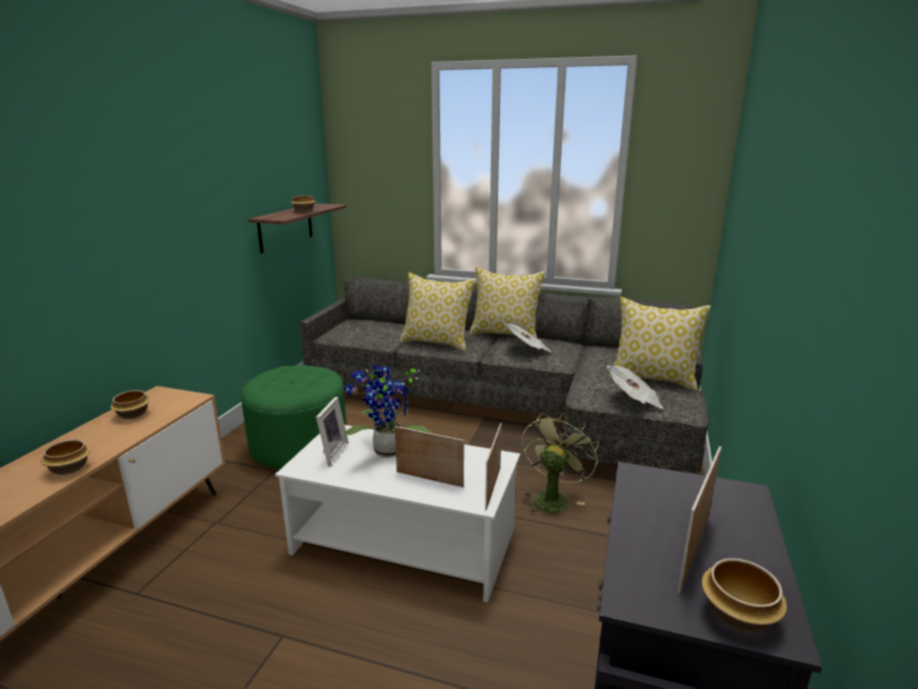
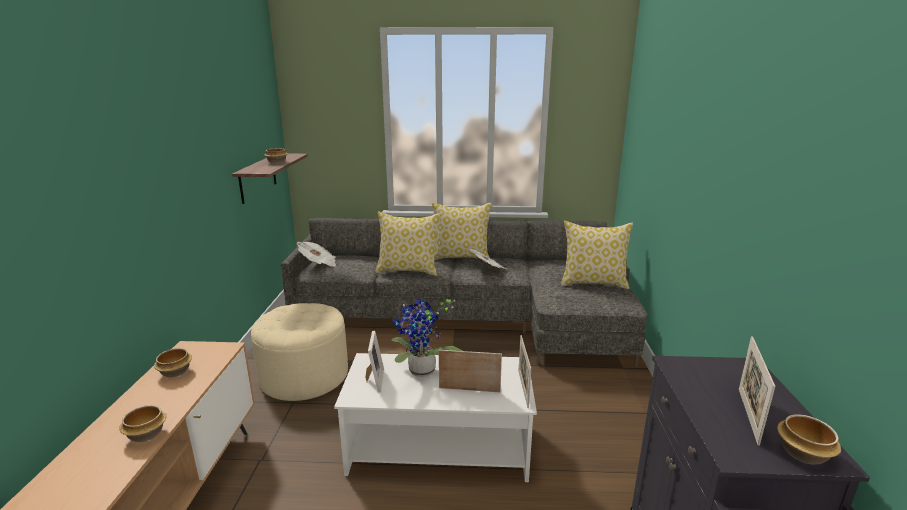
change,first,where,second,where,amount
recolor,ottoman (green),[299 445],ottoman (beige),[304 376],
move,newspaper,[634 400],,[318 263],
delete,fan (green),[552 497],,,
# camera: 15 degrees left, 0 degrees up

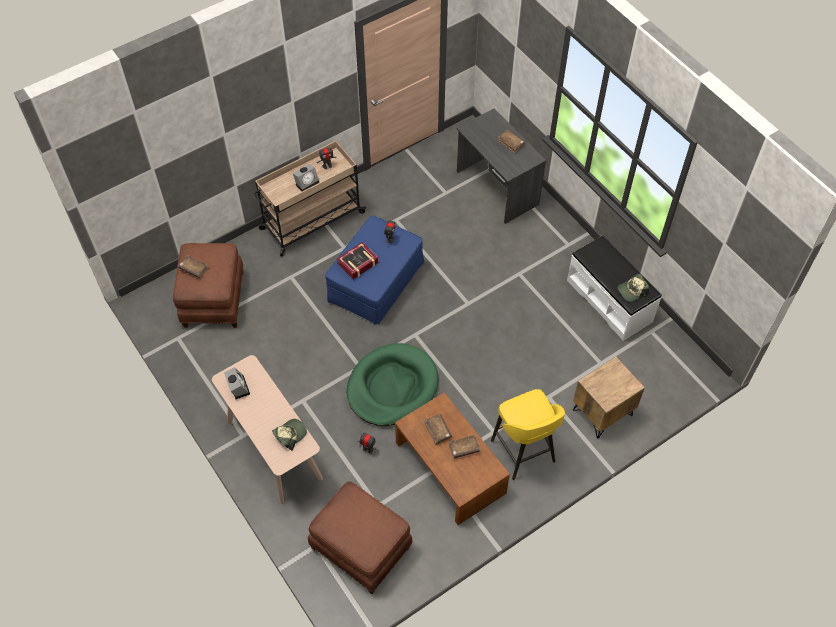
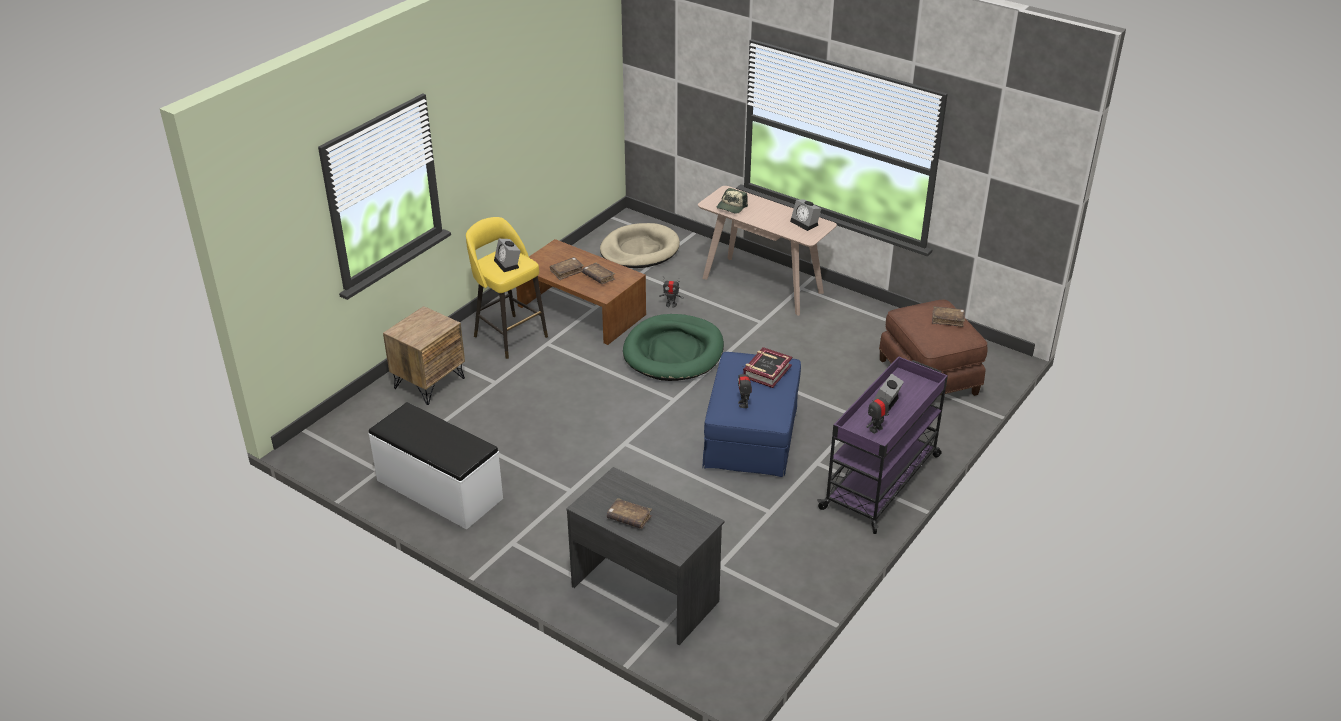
change,first,where,second,where,amount
insert,,,alarm clock,[508 264],
replace,ottoman (brown),[361 546],dog bed (beige),[639 250],
recolor,cart (beige),[311 221],cart (purple),[882 481],
delete,cap,[632 291],,,
# camera: 160 degrees right, 20 degrees down

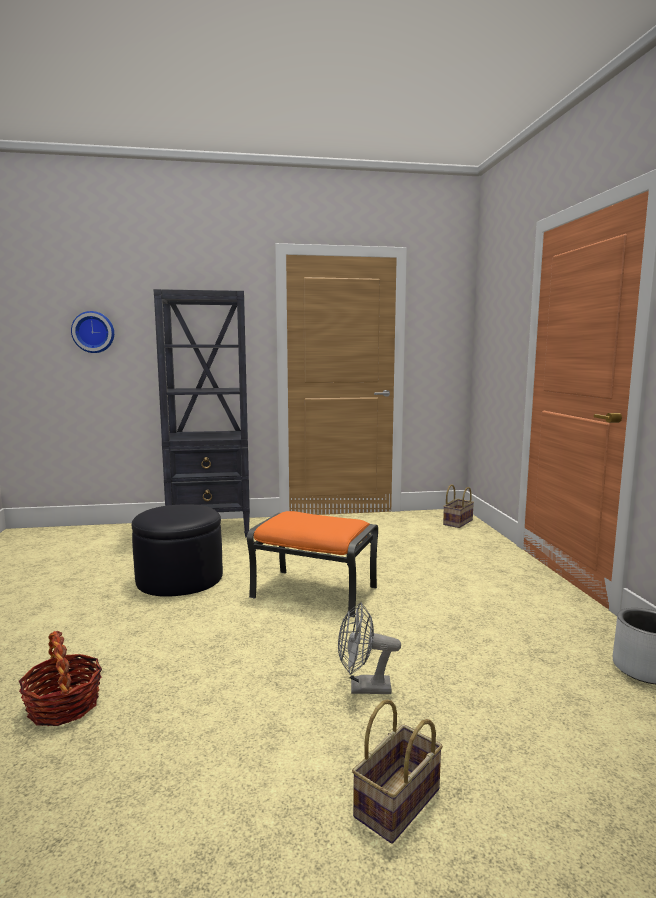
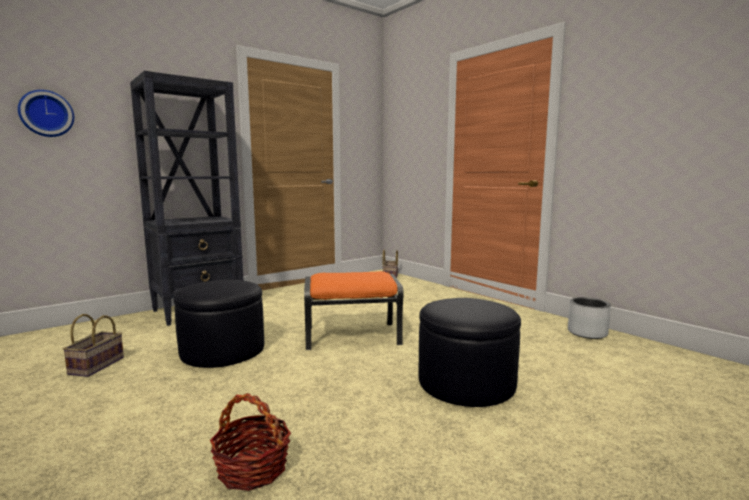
change,first,where,second,where,amount
move,basket,[397 805],,[96 366],
replace,fan (grey),[363 688],ottoman (black),[466 382],
# camera: 30 degrees left, 0 degrees up

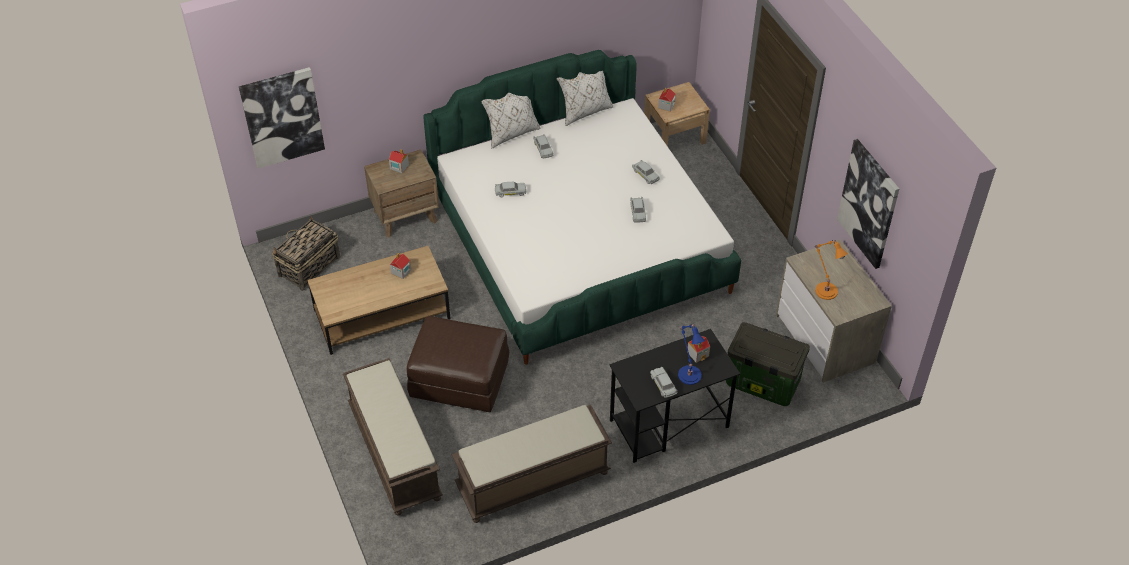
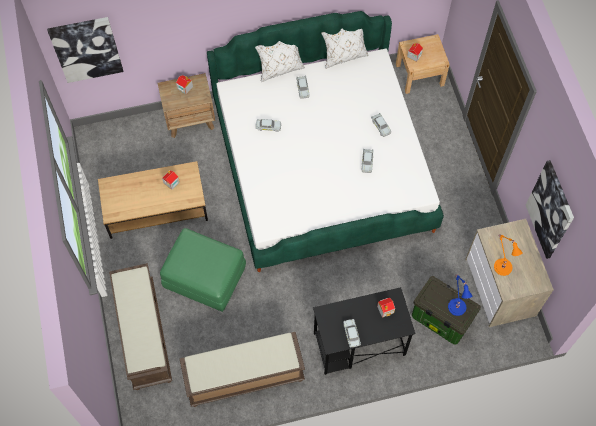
change,first,where,second,where,amount
recolor,ottoman (brown),[459 380],ottoman (green),[204 277],
move,table lamp (blue),[689 373],,[456 305],
delete,basket,[309 267],,,
# camera: 10 degrees right, 15 degrees up

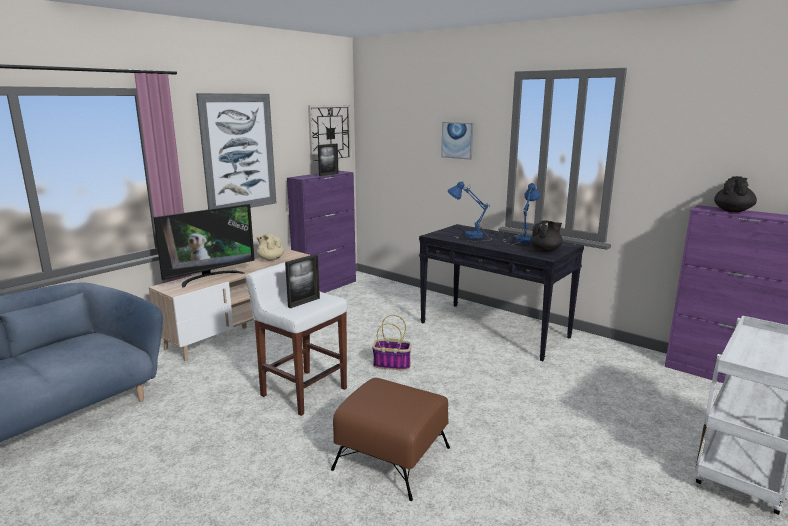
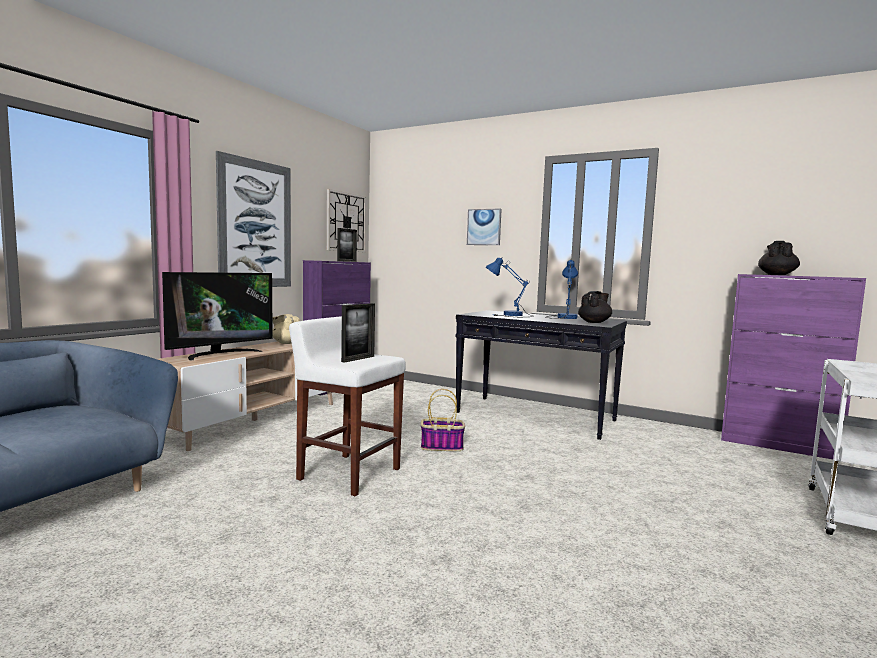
change,first,where,second,where,amount
delete,ottoman (brown),[391 457],,,
# camera: 10 degrees left, 10 degrees down

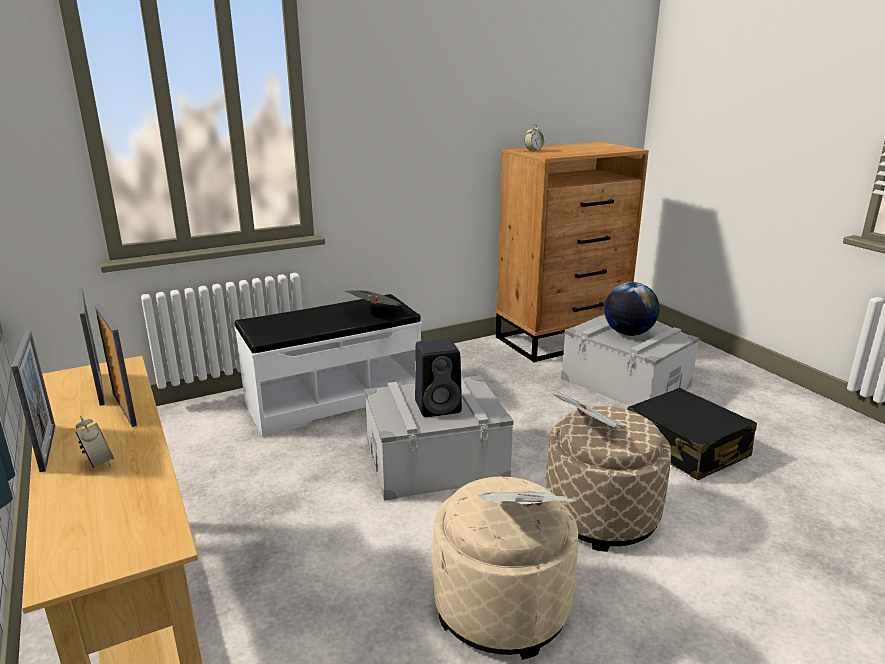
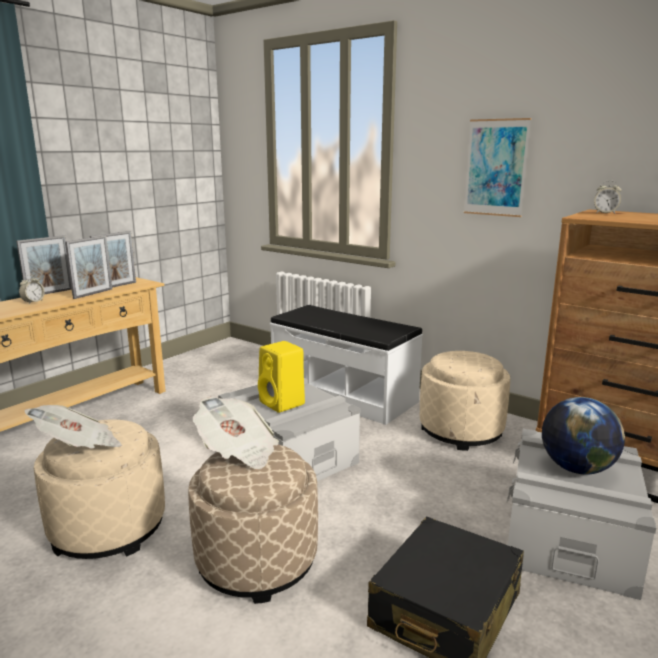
change,first,where,second,where,amount
recolor,speaker (black),[439 406],speaker (yellow),[283 403],
insert,,,ottoman (beige),[461 430],
insert,,,picture,[496 168],
delete,newspaper,[376 313],,,
# camera: 65 degrees right, 5 degrees down

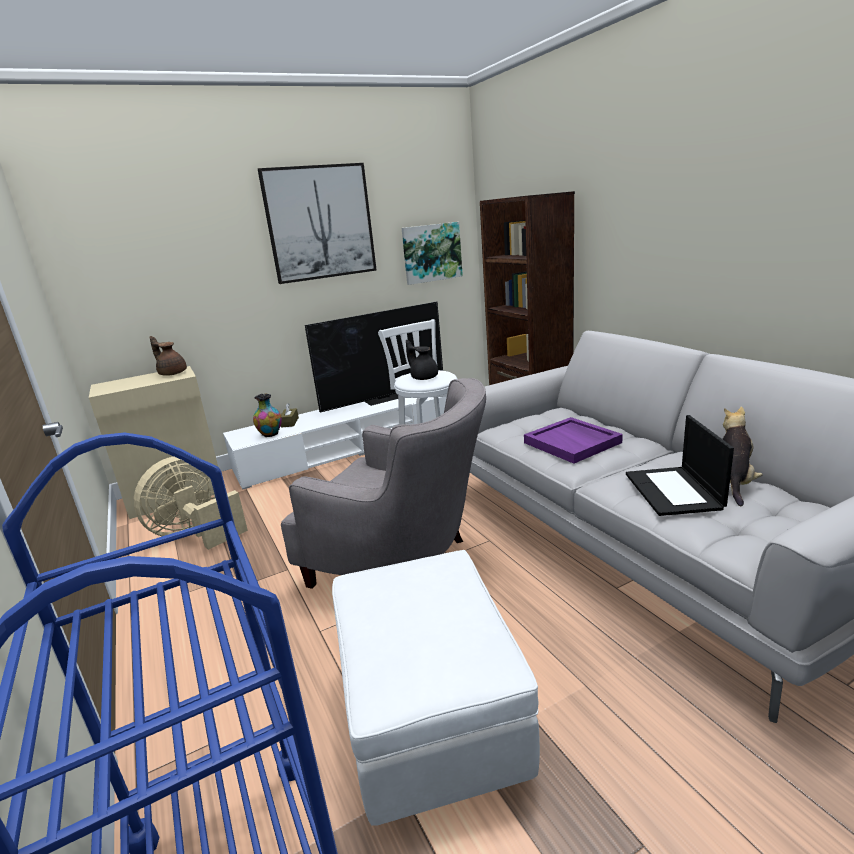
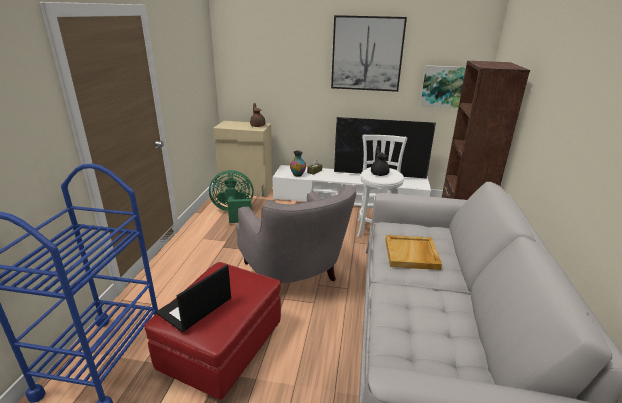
change,first,where,second,where,amount
recolor,ottoman (white),[431 714],ottoman (red),[222 348],
move,laptop,[674 491],,[194 307],
recolor,fan (beige),[197 534],fan (green),[234 213],
recolor,tray (purple),[573 443],tray (beige),[412 254],
delete,plush toy,[733 482],,,
# camera: 35 degrees right, 5 degrees up

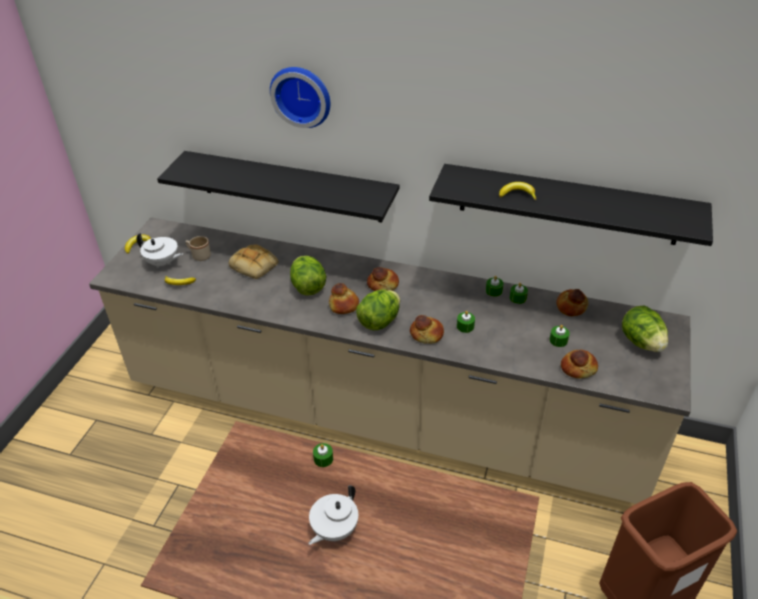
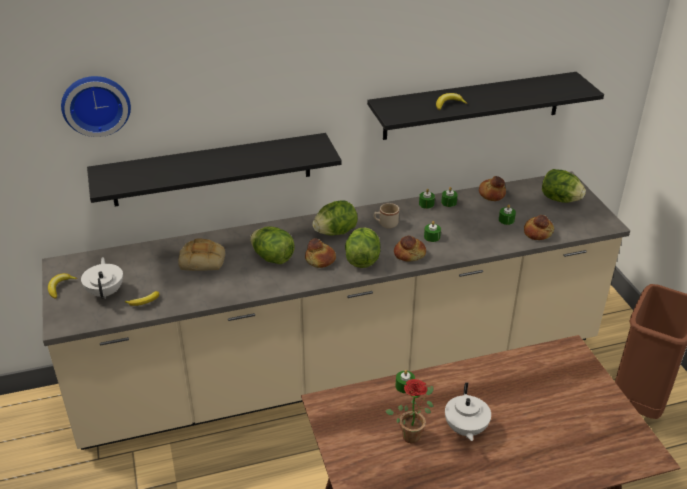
change,first,where,second,where,amount
move,wall clock,[302 95],,[95 104],
rotate,teapot (white),[163 263],,[106 292],90 degrees counterclockwise
replace,bread,[383 285],lettuce,[335 232],
move,mug (beige),[199 255],,[385 224],
insert,,,potted plant,[412 433],
# camera: 35 degrees left, 5 degrees down

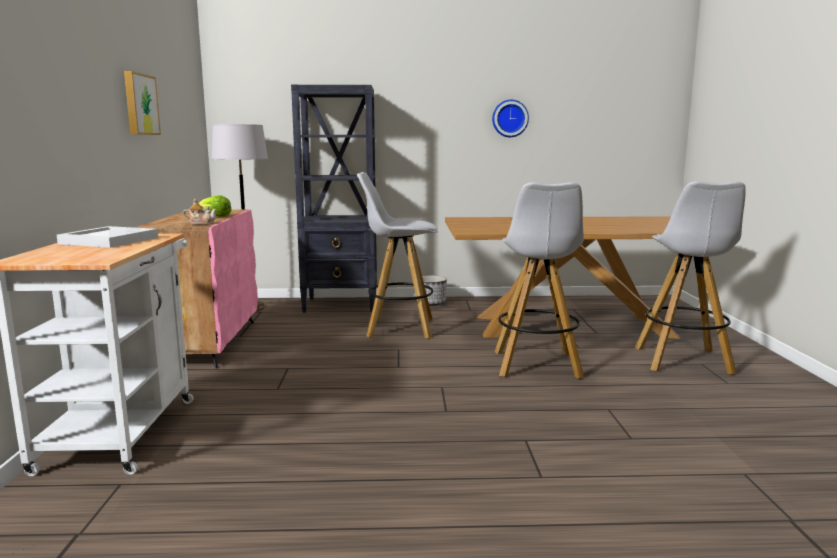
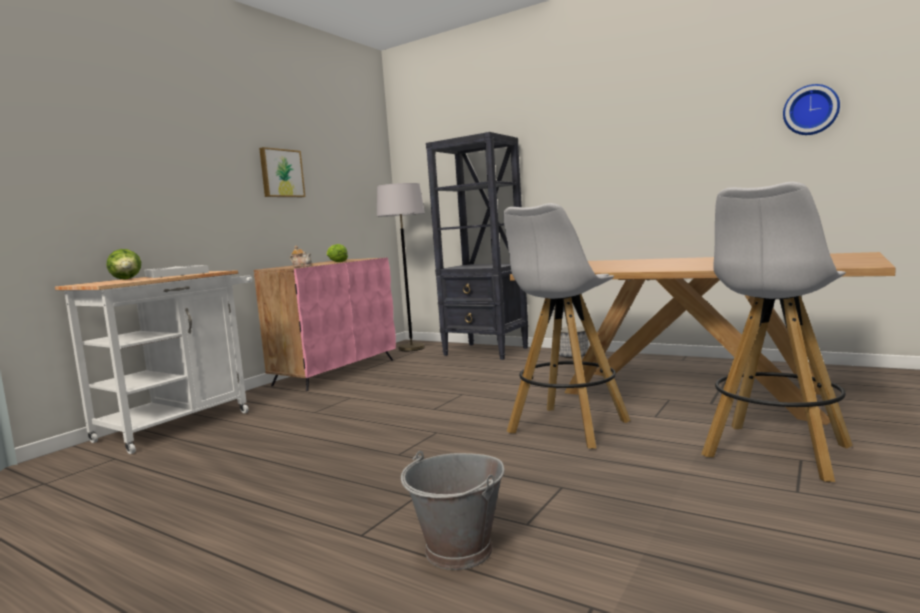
change,first,where,second,where,amount
insert,,,lettuce,[126 279],
insert,,,bucket (grey),[459 550],
move,wall clock,[509 118],,[811 110],
delete,stool (white),[399 328],,,
# camera: 35 degrees right, 5 degrees down

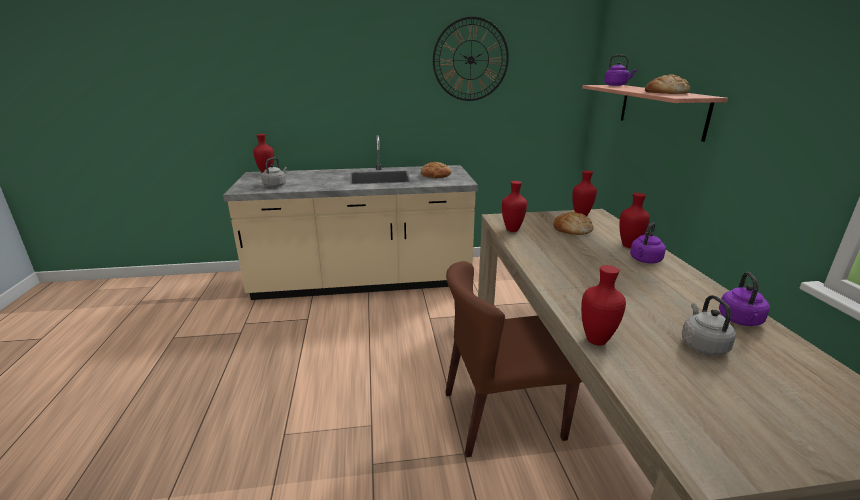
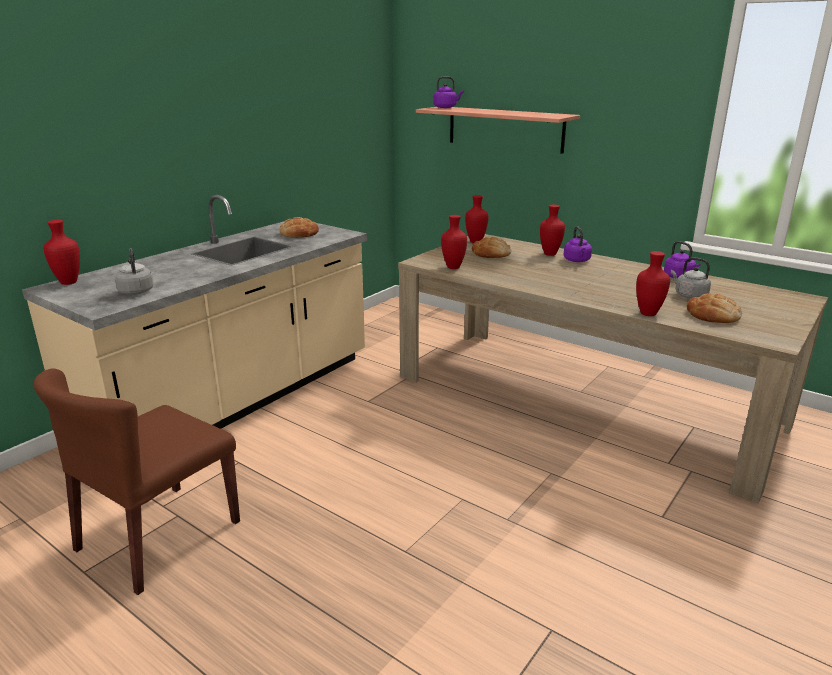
change,first,where,second,where,amount
move,chair (brown),[501 415],,[158 536],
move,bread,[665 93],,[713 315],
delete,wall clock,[470 60],,,
# camera: 45 degrees left, 0 degrees up

